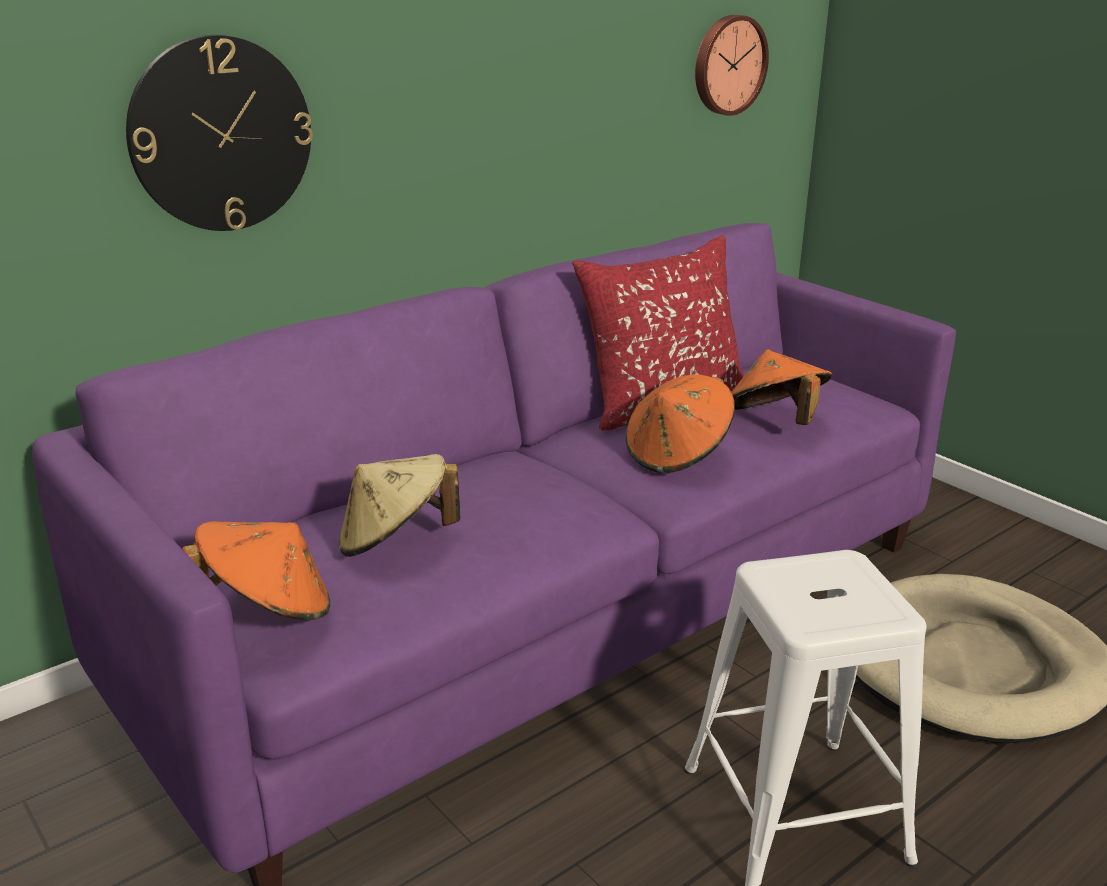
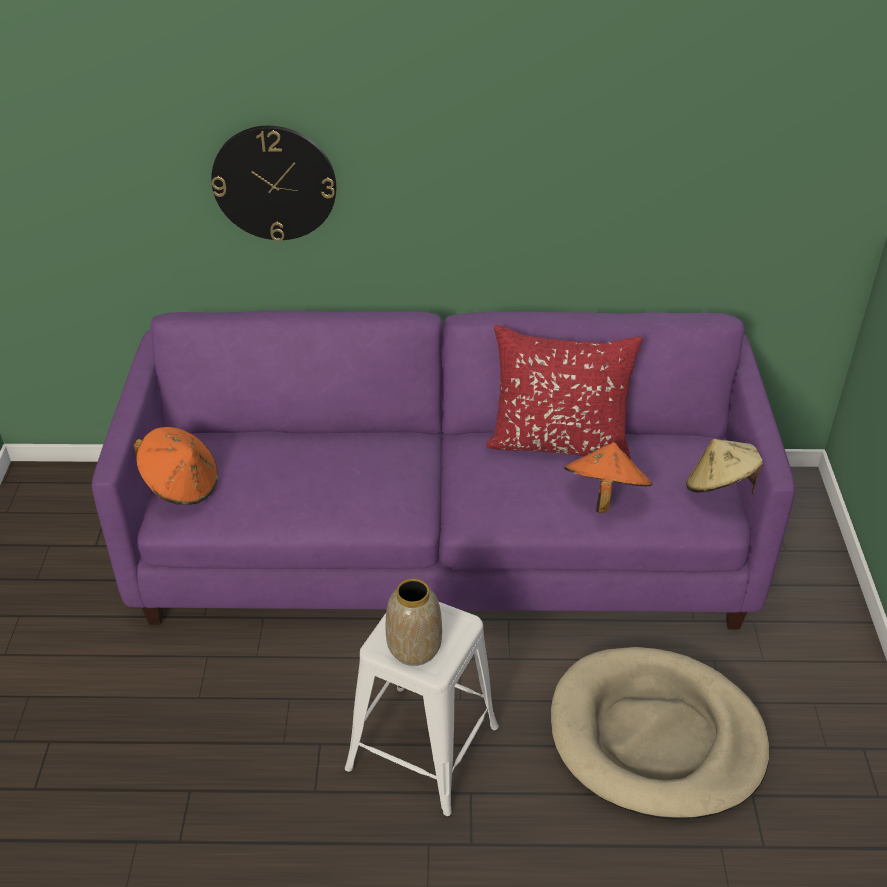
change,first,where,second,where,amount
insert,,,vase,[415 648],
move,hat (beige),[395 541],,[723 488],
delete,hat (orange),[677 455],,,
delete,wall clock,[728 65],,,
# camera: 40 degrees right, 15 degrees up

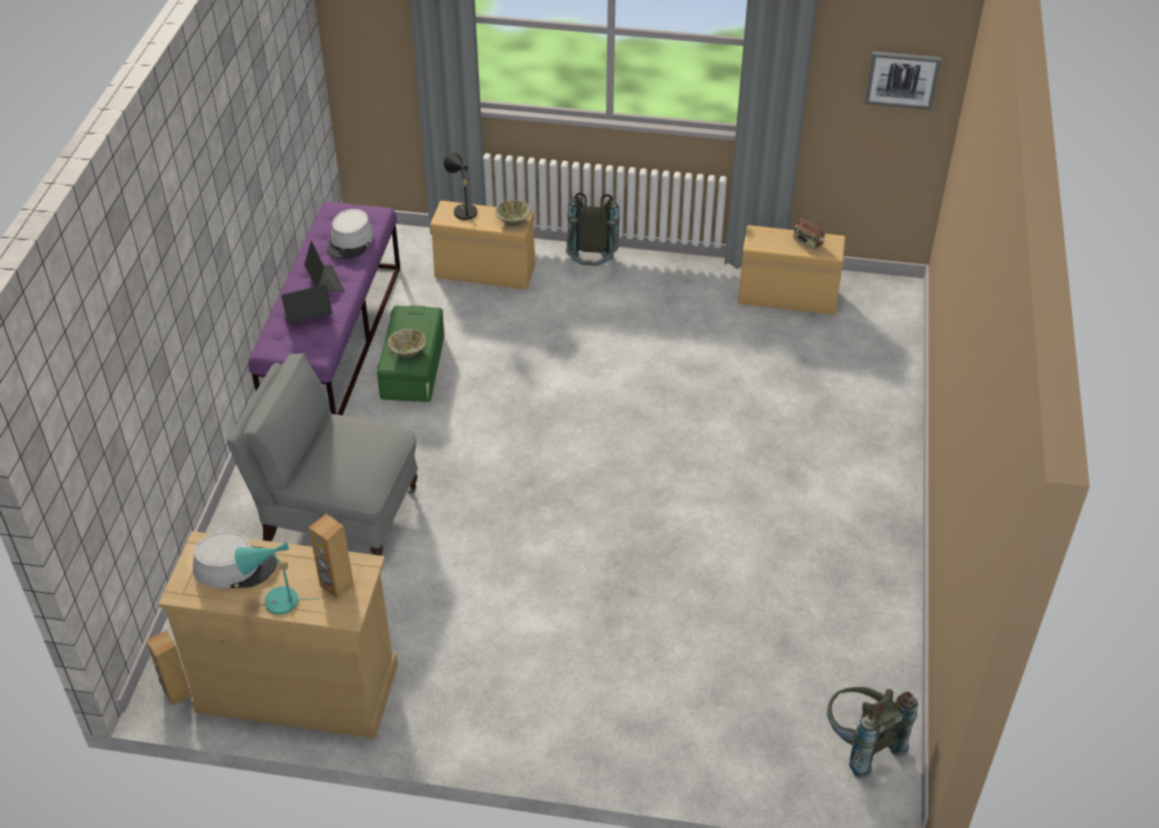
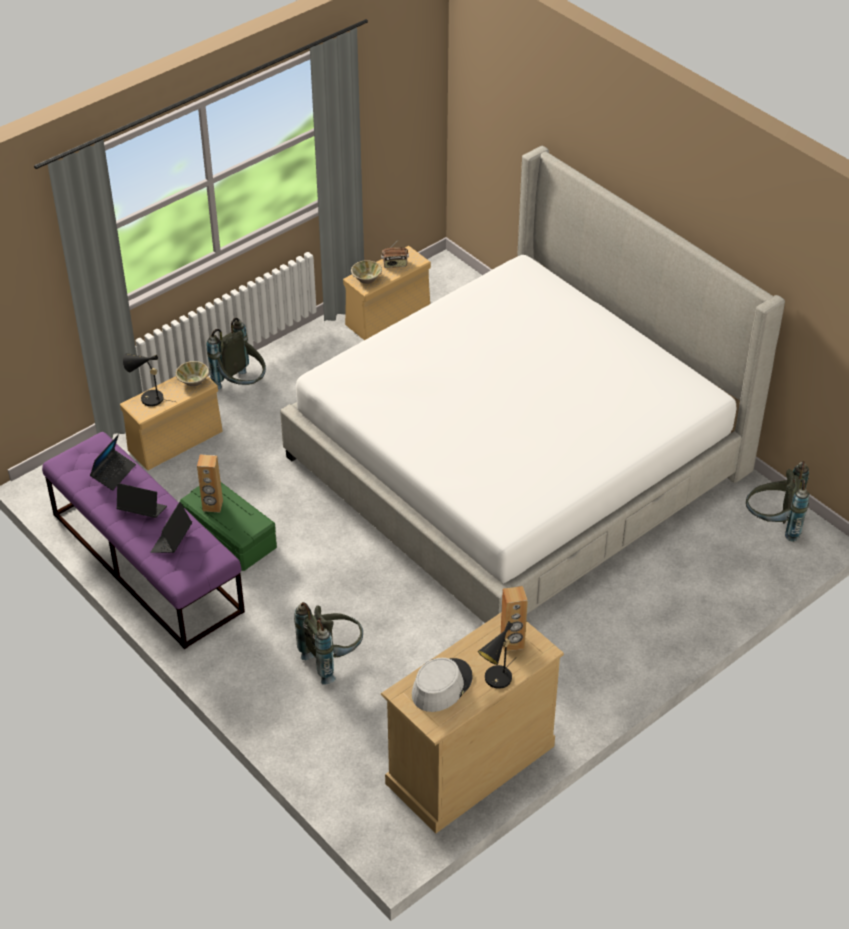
change,first,where,second,where,amount
replace,hat (grey),[350 241],laptop,[113 473],
move,speaker (brown),[176 693],,[212 506],
insert,,,bed,[517 464],
replace,armchair (grey),[337 515],backpack (grey),[332 658],
move,bowl (beige),[408 351],,[366 278],
recolor,table lamp (turquoise),[275 602],table lamp (black),[496 681],
delete,picture,[902 79],,,
# camera: 50 degrees left, 0 degrees up

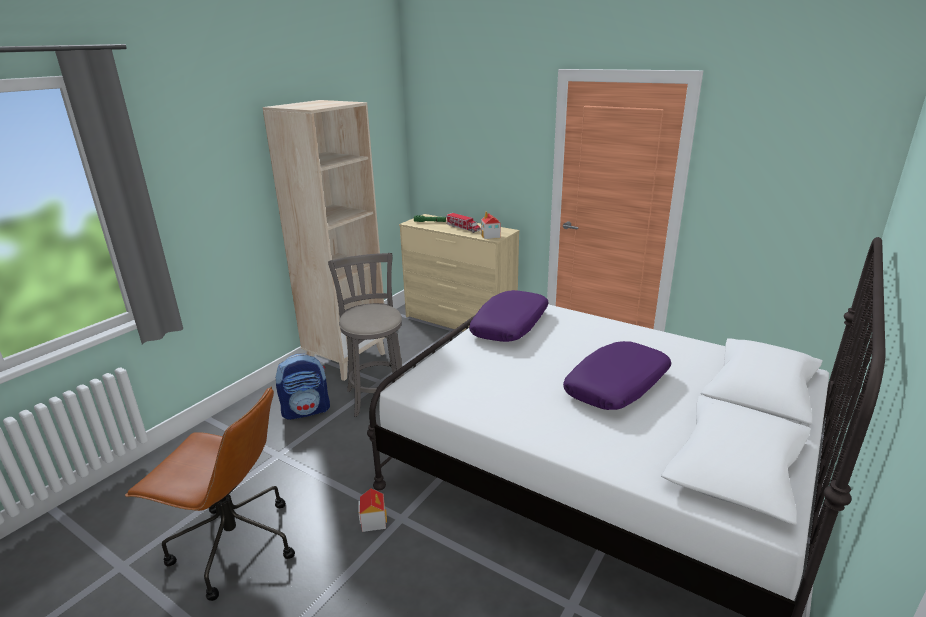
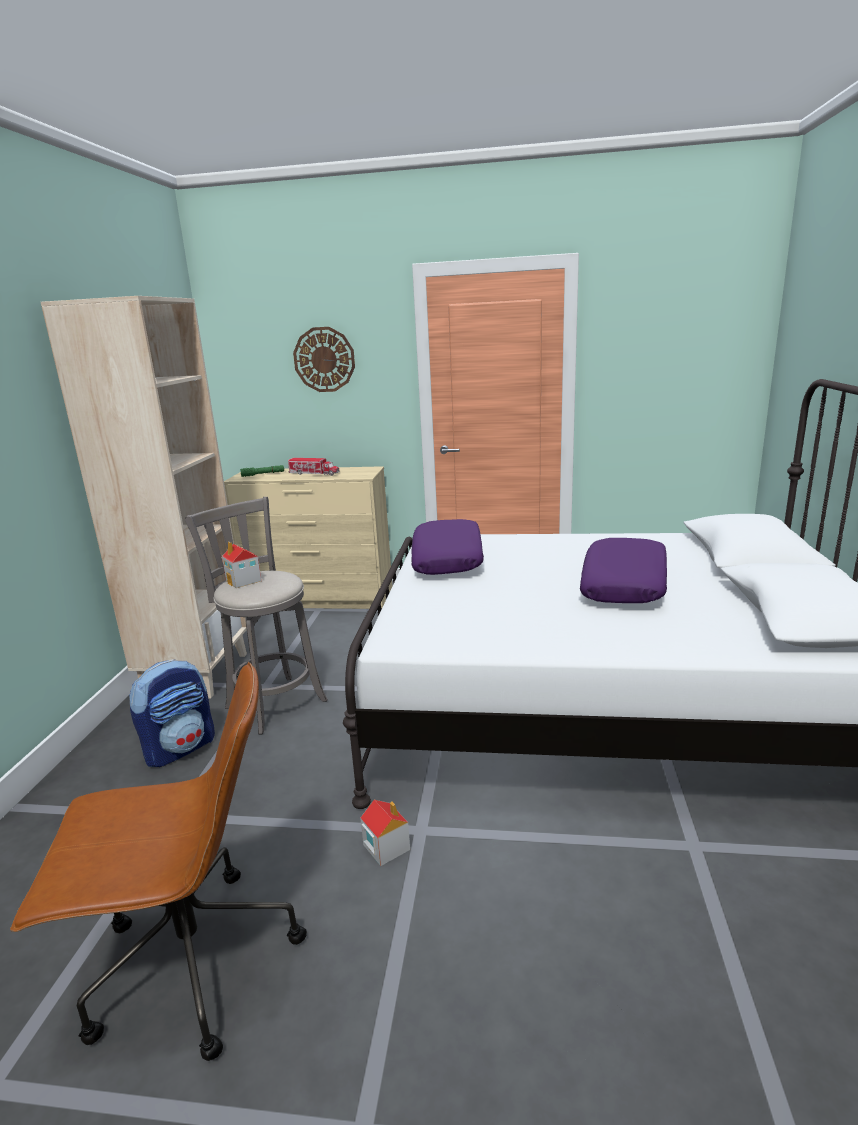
change,first,where,second,where,amount
move,toy house,[490 236],,[244 581],
insert,,,wall clock,[324 359],
# camera: 25 degrees left, 5 degrees down

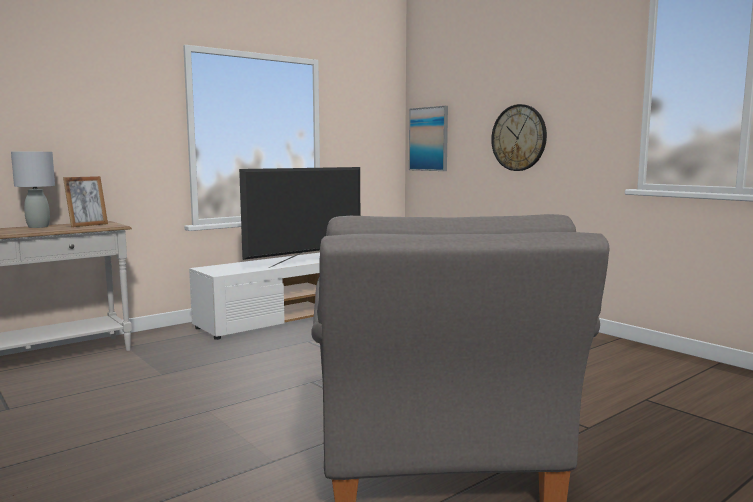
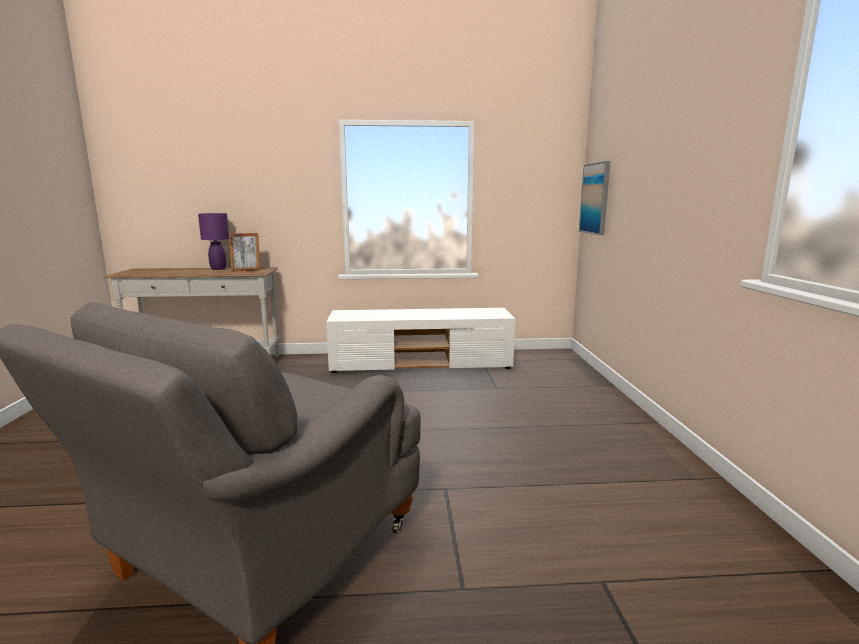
change,first,where,second,where,amount
recolor,table lamp (grey),[38 227],table lamp (purple),[218 269],
delete,television,[305 262],,,
delete,wall clock,[519 138],,,
# camera: 35 degrees right, 5 degrees up

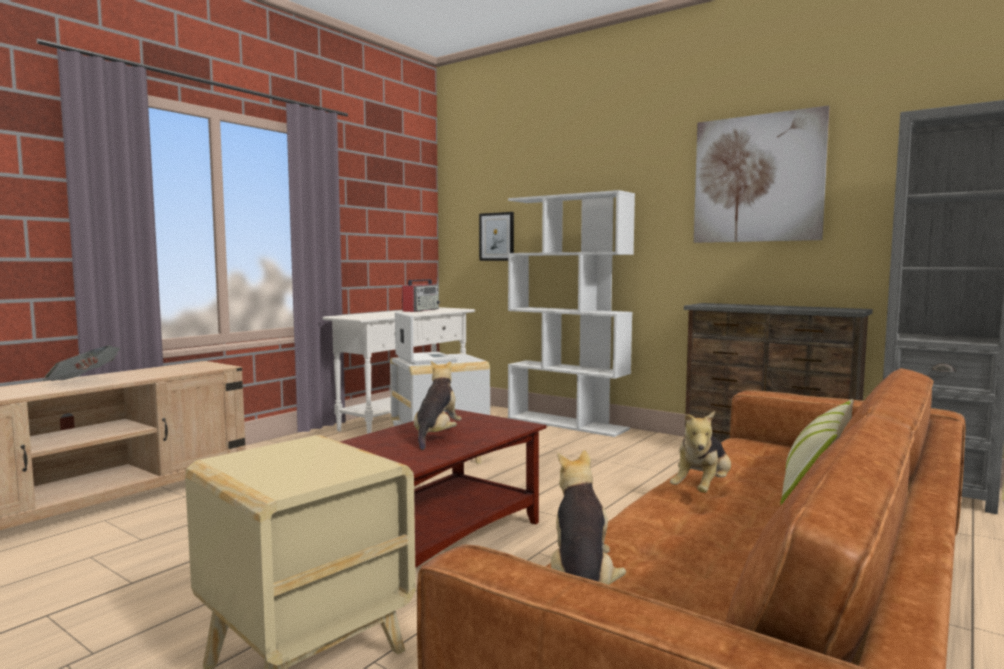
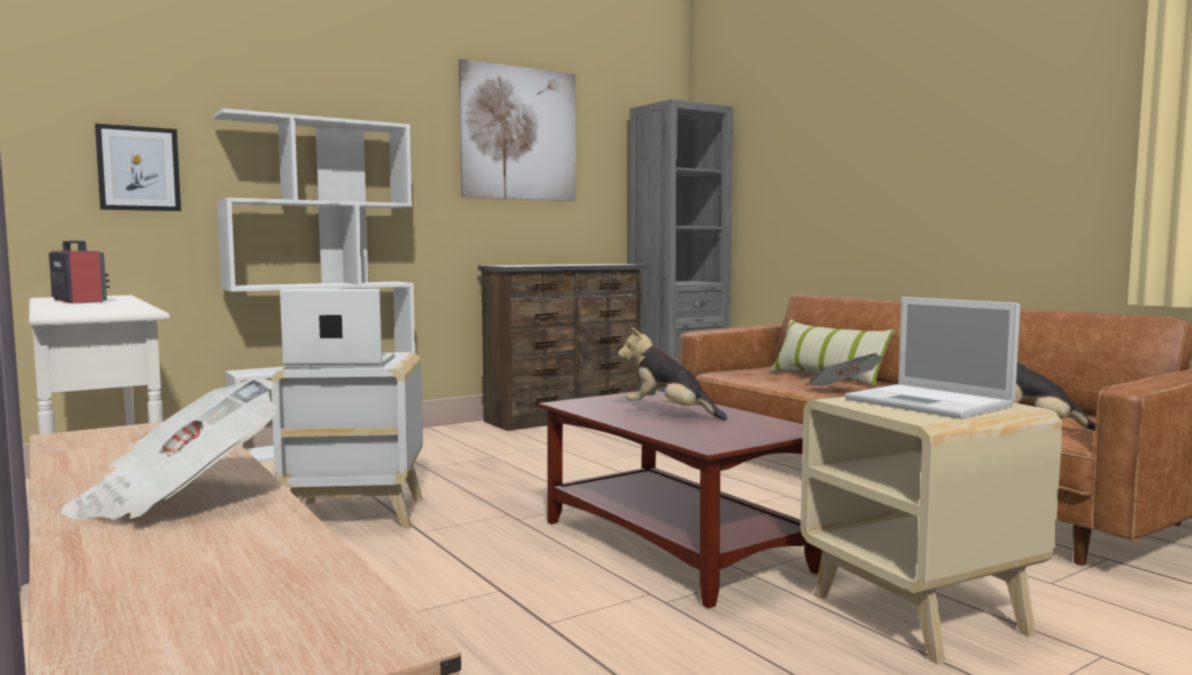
change,first,where,second,where,amount
replace,plush toy,[702 490],newspaper,[843 391],
insert,,,laptop,[931 403],
# camera: 70 degrees left, 0 degrees up

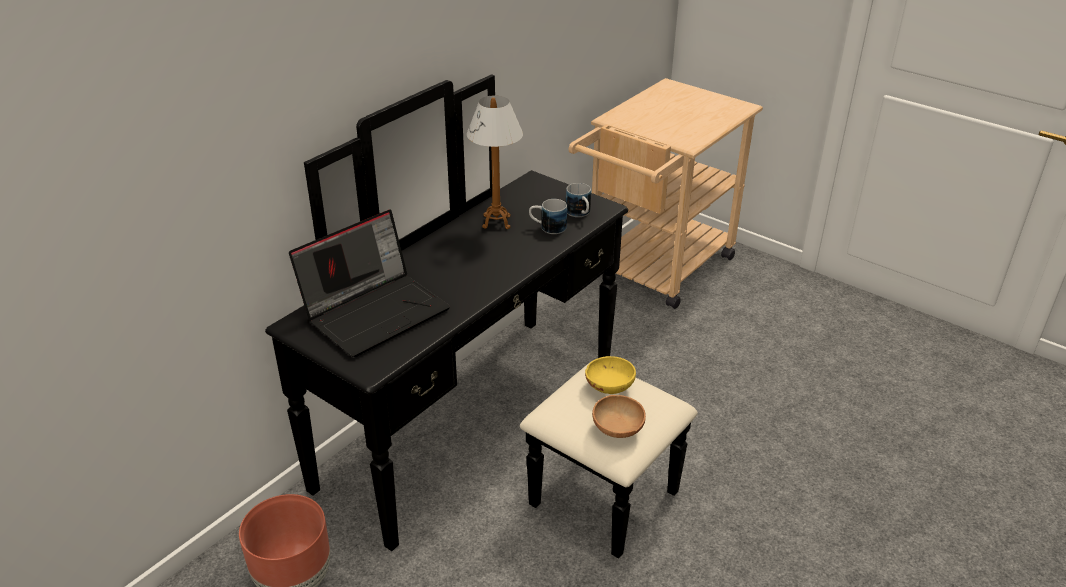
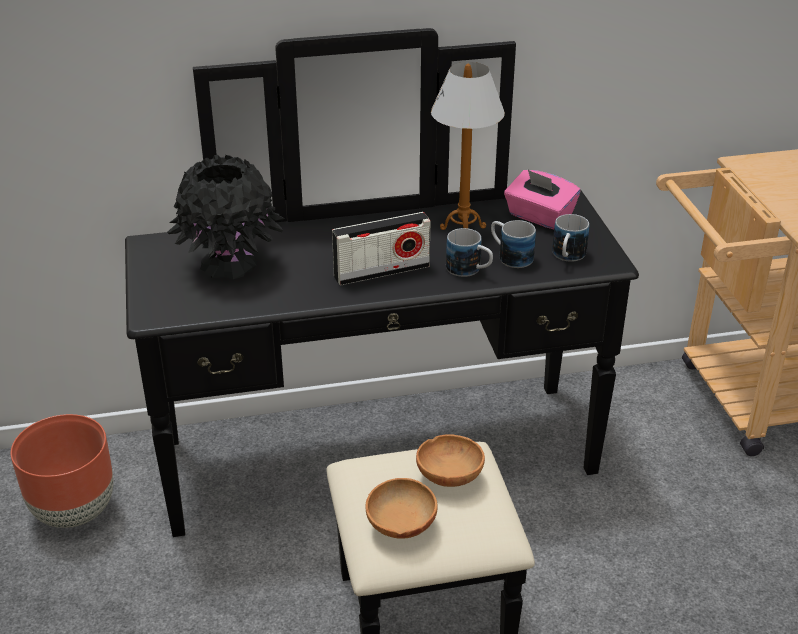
change,first,where,second,where,amount
replace,laptop,[376 311],vase (black),[230 264],
insert,,,radio,[382 271],
recolor,bowl (yellow),[609 387],bowl (brown),[450 476],
insert,,,mug,[469 270],
insert,,,tissue box (pink),[539 217],
# camera: 40 degrees right, 0 degrees up

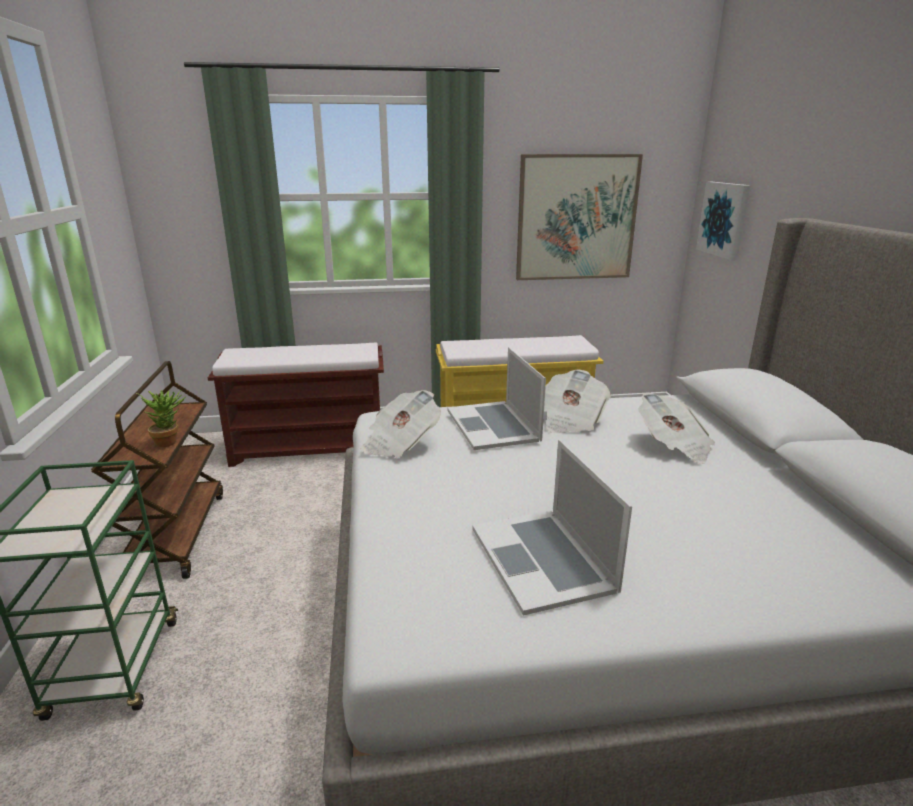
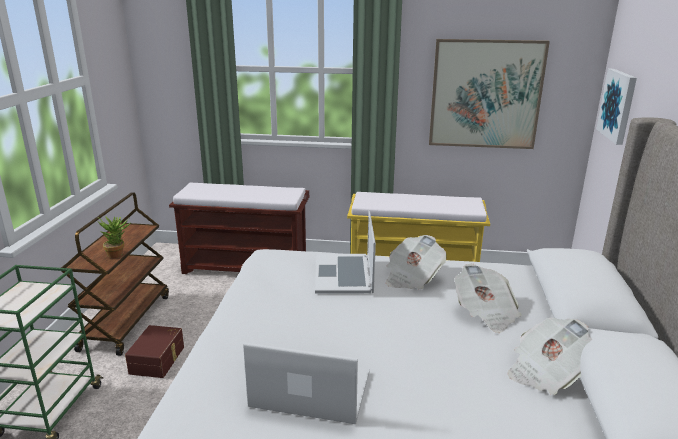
change,first,where,second,where,amount
insert,,,storage box (brown),[158 360],
rotate,laptop,[542 558],,[310 390],105 degrees clockwise
move,newspaper,[400 443],,[546 372],
# camera: 15 degrees right, 0 degrees up

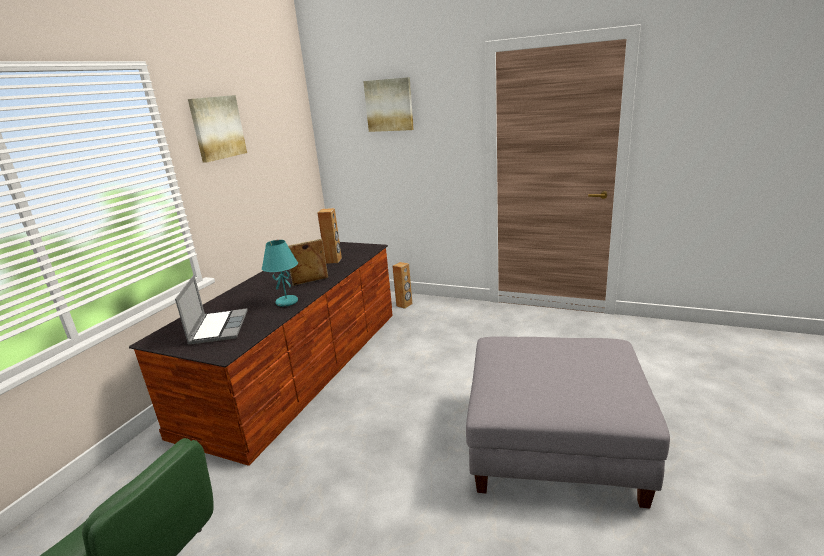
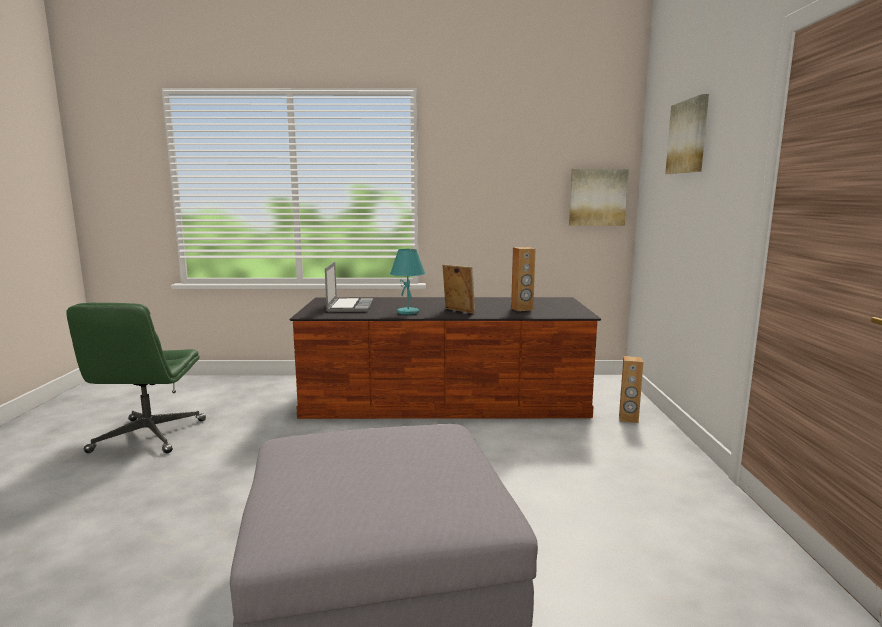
change,first,where,second,where,amount
rotate,laptop,[218 327],,[349 306],60 degrees counterclockwise
move,picture,[217 128],,[597 197],
# camera: 65 degrees right, 10 degrees down

